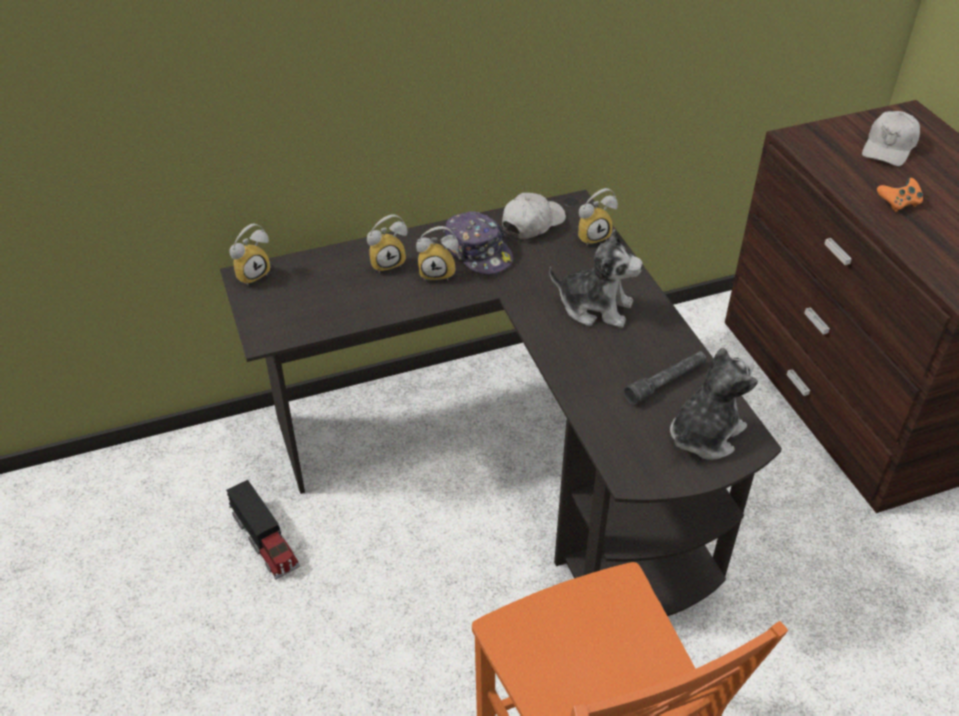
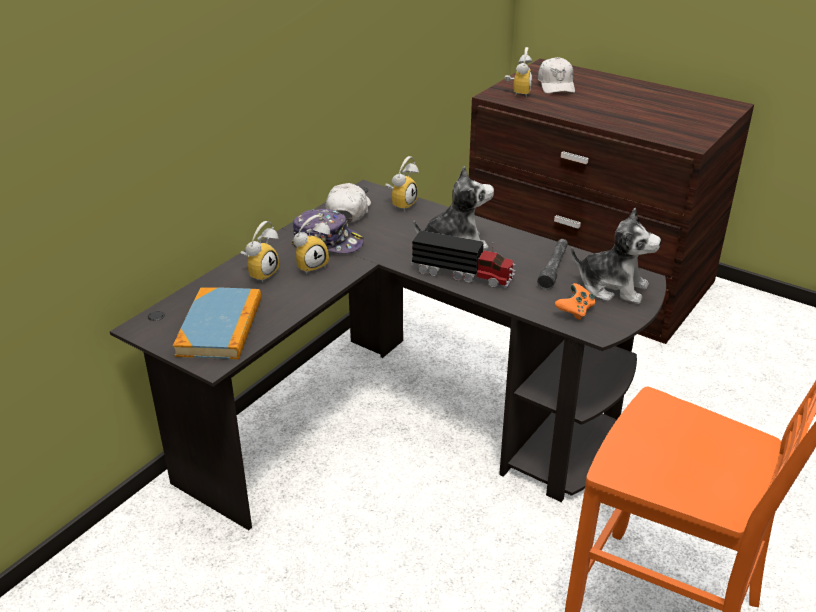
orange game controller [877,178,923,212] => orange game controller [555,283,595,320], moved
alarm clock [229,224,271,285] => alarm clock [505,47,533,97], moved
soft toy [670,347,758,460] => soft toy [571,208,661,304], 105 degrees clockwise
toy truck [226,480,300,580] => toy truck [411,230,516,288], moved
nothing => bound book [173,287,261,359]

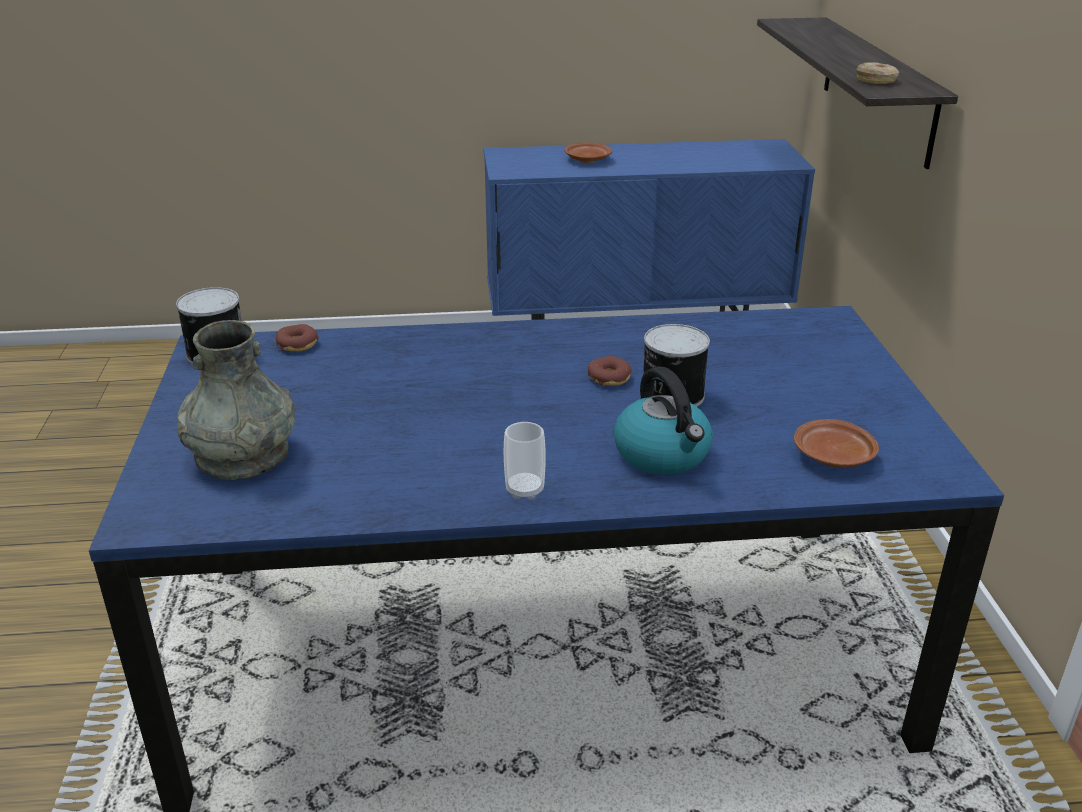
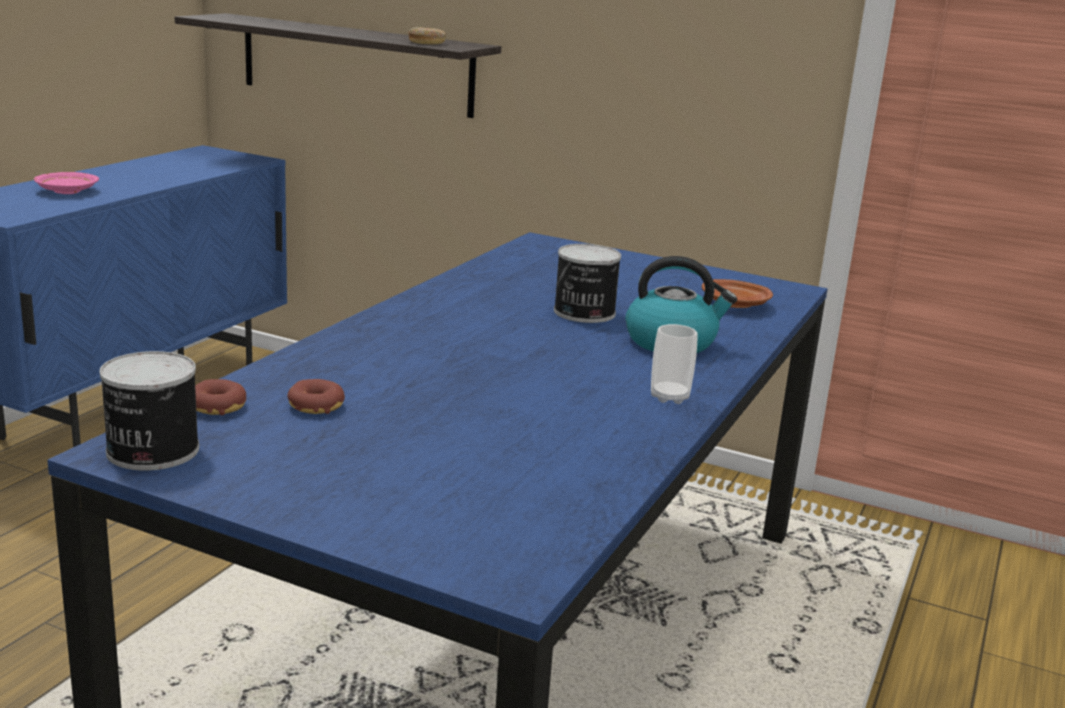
brownish flat dish [564,142,612,163] => pinkish flat dish [34,172,99,194]
gray vase [177,320,295,480] => nothing
ring doughnut [587,356,632,386] => ring doughnut [287,379,345,414], moved

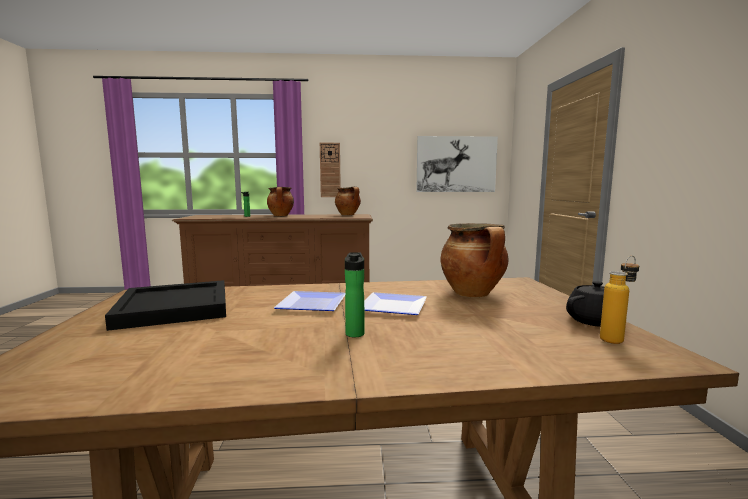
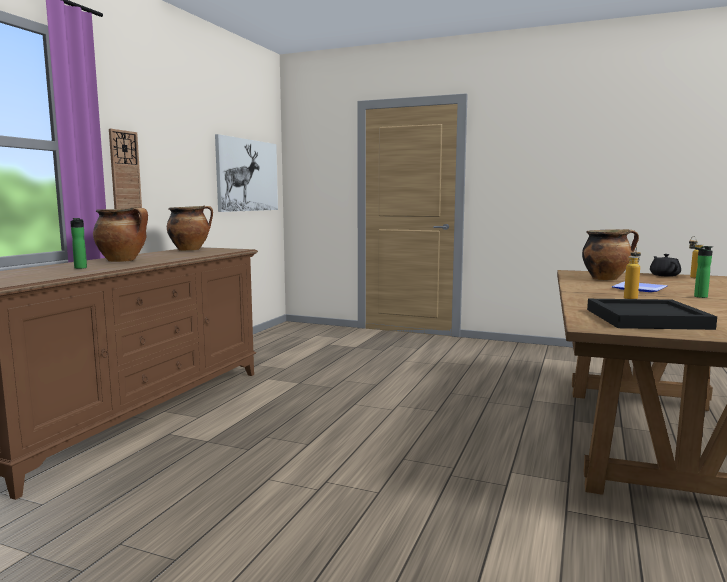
flat dish [274,291,345,311] => beverage bottle [624,246,641,299]

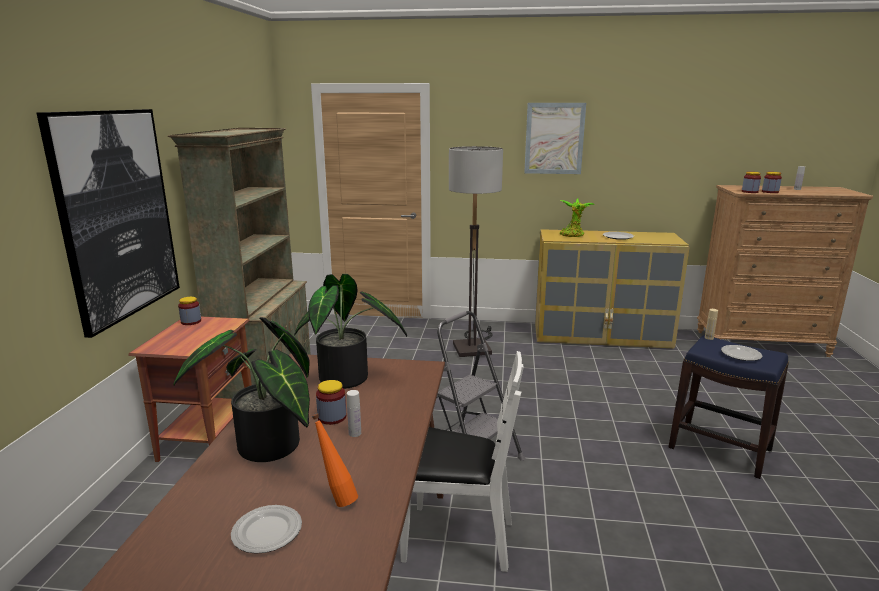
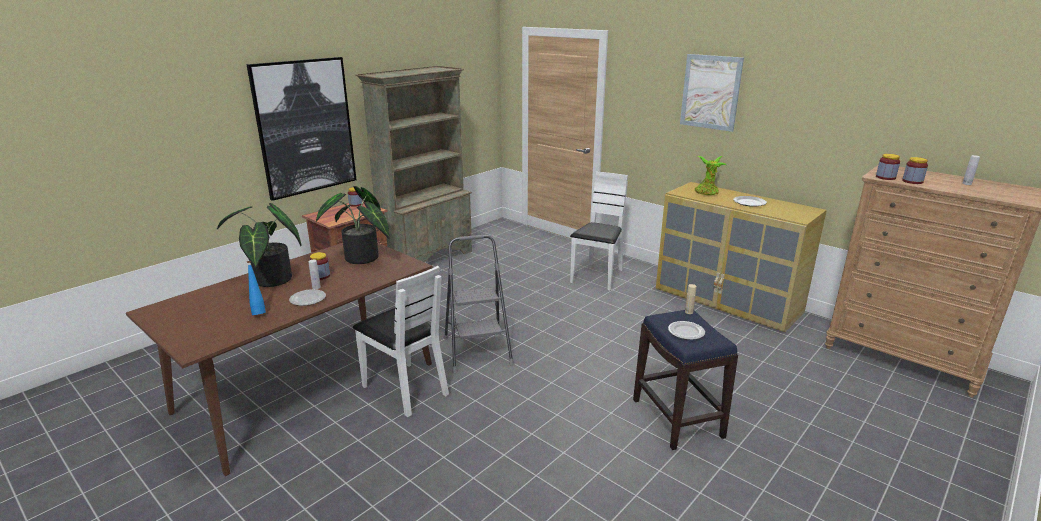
floor lamp [449,146,503,357] => white-coloured chair [570,171,628,291]
orange beverage bottle [312,413,358,507] => blue-coloured beverage bottle [247,261,266,315]
flat dish [231,505,302,554] => flat dish [289,289,326,306], moved

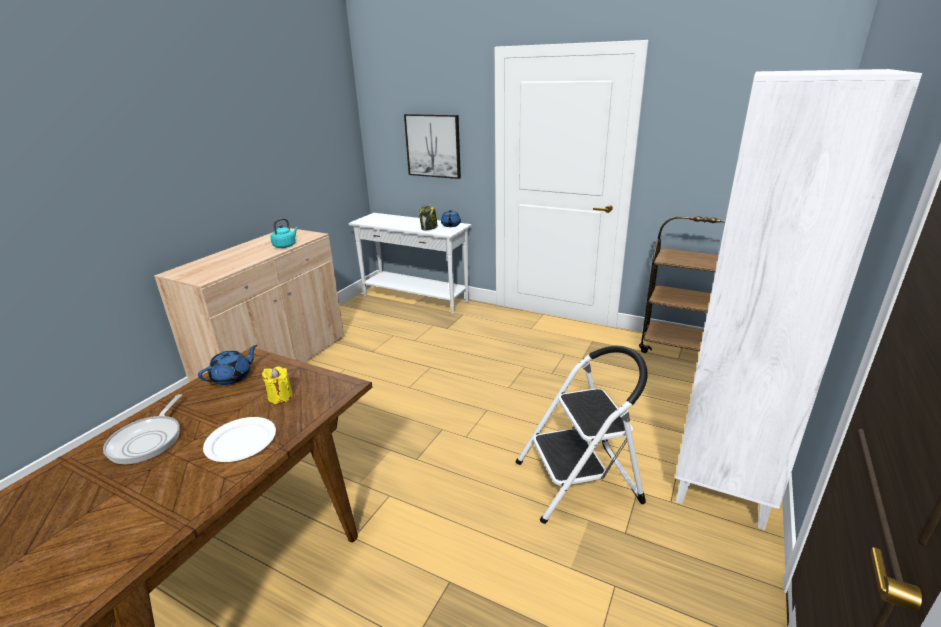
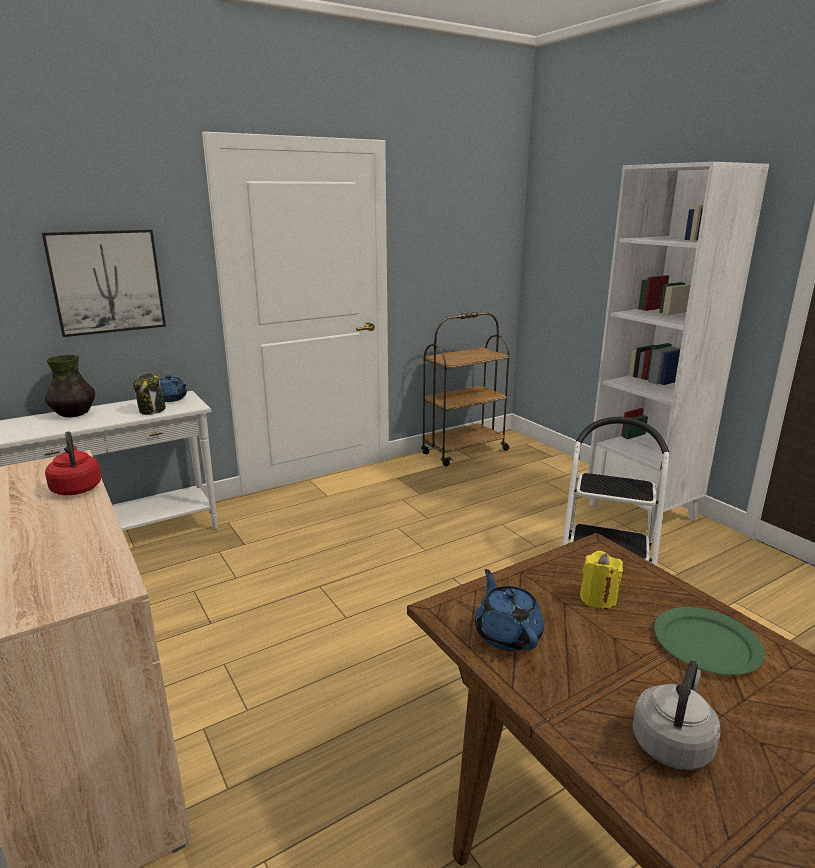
turquoise-coloured water kettle [270,218,298,248] => reddish water kettle [45,431,102,495]
frying pan [103,394,182,464] => gray water kettle [633,661,720,770]
white-coloured flat dish [203,417,276,462] => green flat dish [654,607,765,675]
nothing => vase [45,355,95,417]

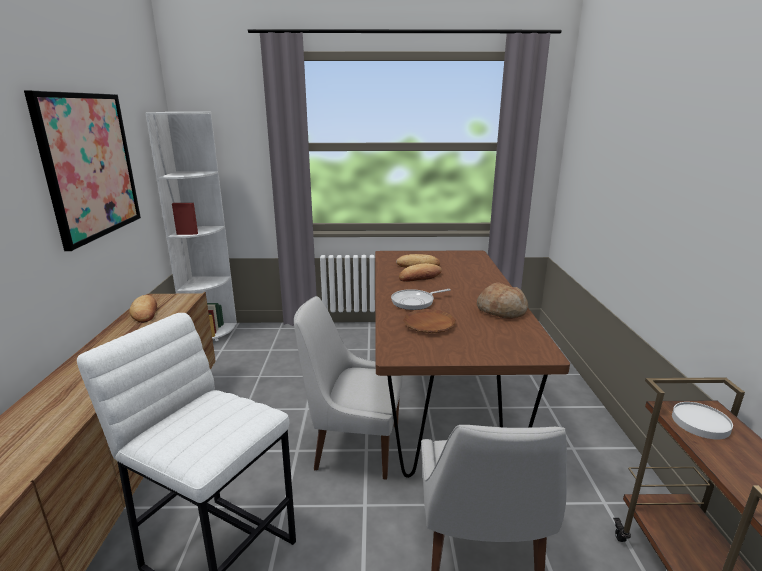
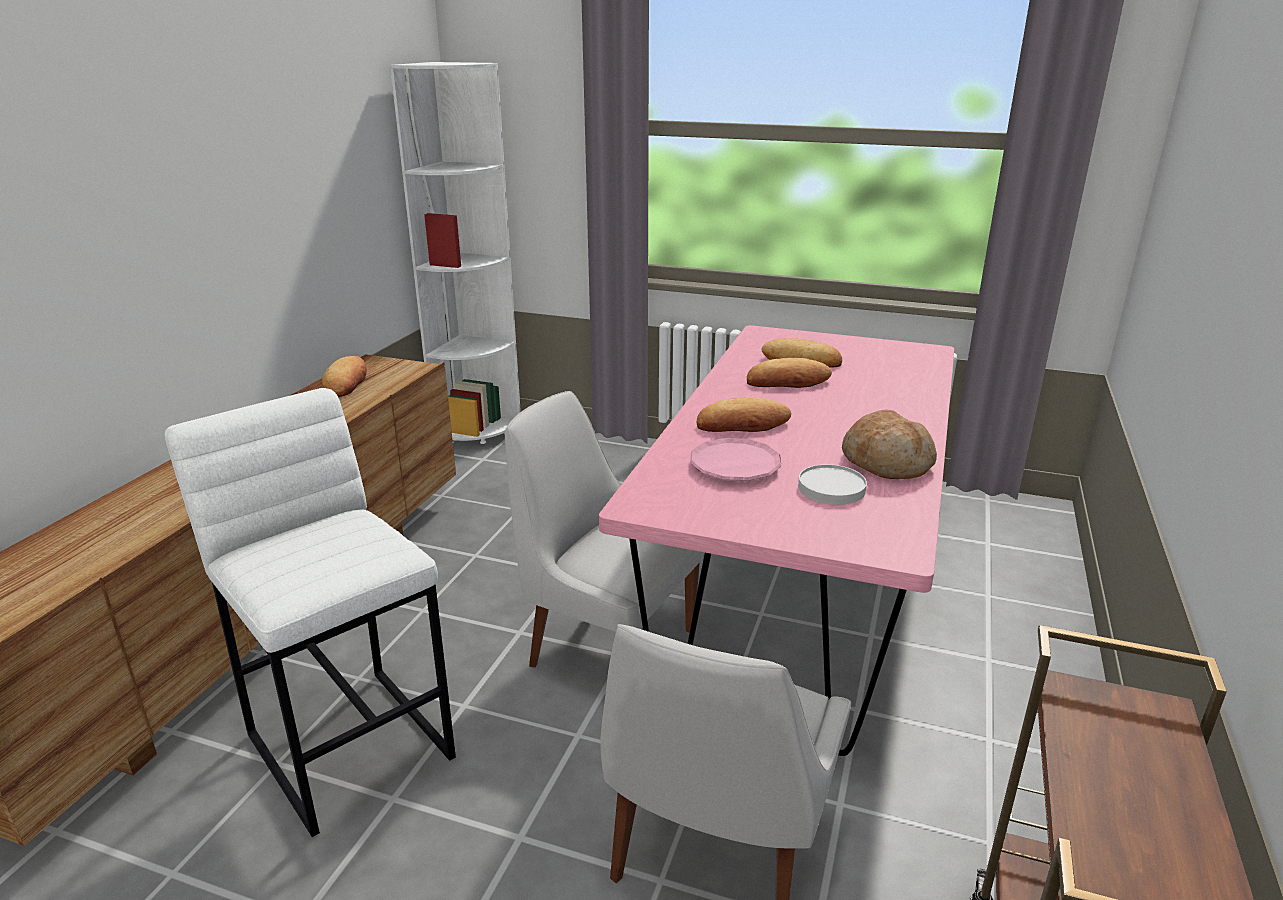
picture [24,91,141,251] => nothing
brownish dining table [375,251,570,478] => pinkish dining table [599,325,954,756]
frying pan [391,289,451,310] => bakery bread [697,397,792,432]
brownish flat dish [403,309,456,333] => pinkish flat dish [690,438,781,482]
white-coloured flat dish [672,402,733,439] => white-coloured flat dish [798,464,867,505], moved

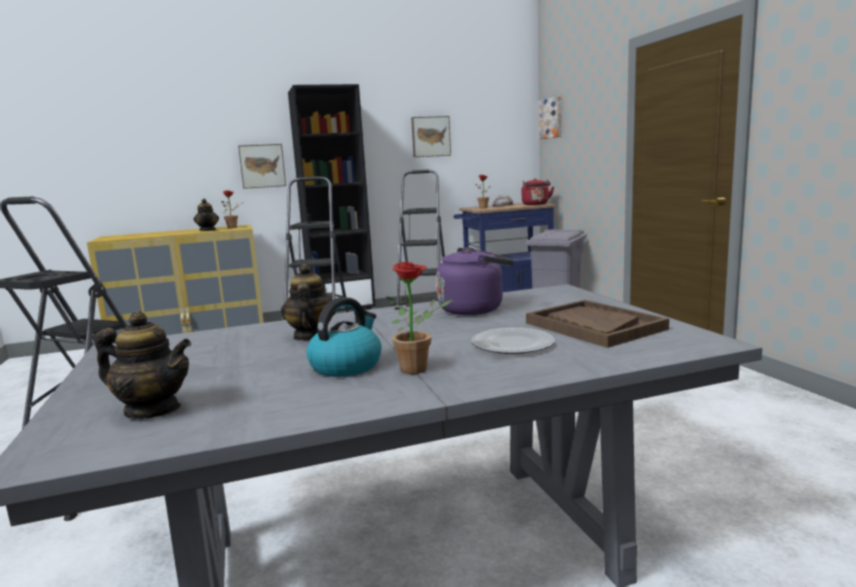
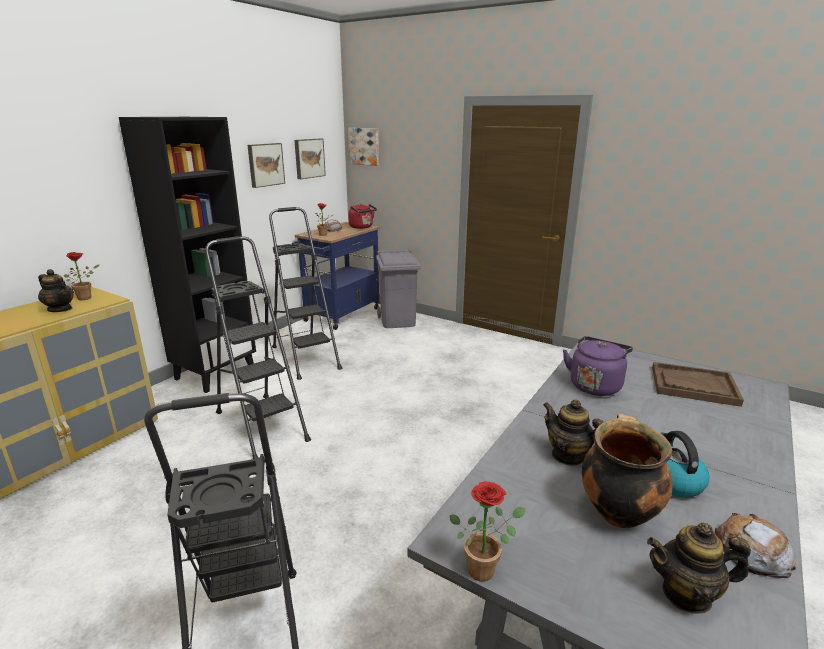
picture [238,144,286,189] => picture [294,139,326,179], moved
houseplant [386,262,453,374] => houseplant [449,482,526,582], moved
pot for tea [94,311,191,419] => pot for tea [647,523,751,614], 150 degrees counterclockwise
flat dish [471,328,555,354] => nothing
nothing => cooking pot [582,414,672,528]
nothing => bakery bread [715,513,796,578]

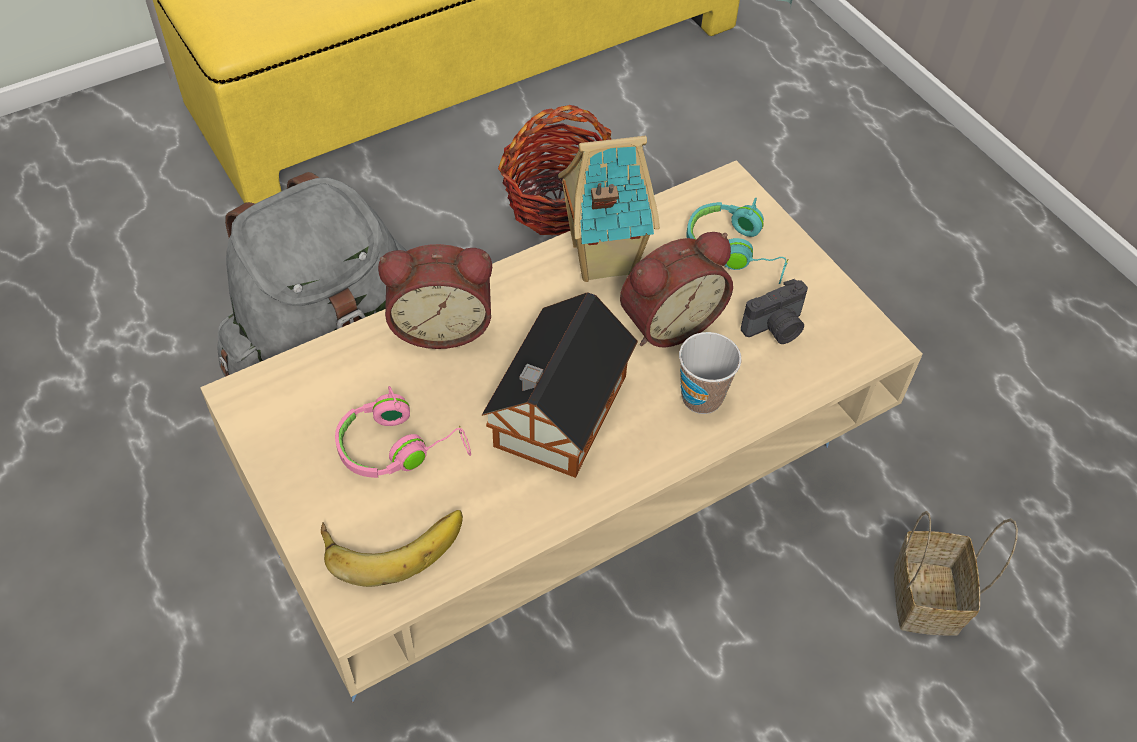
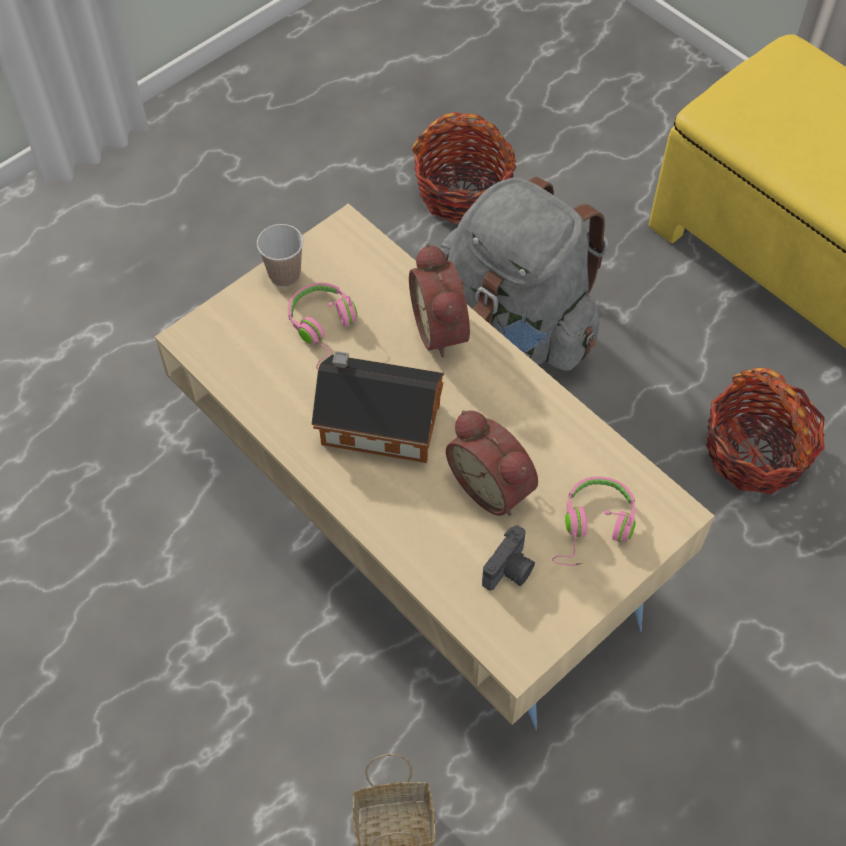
miniature house [558,136,660,282] => nothing
turquoise-coloured pair of headphones [686,198,788,284] => pinkish pair of headphones [552,477,636,566]
still camera [741,279,808,344] => still camera [482,525,535,591], 105 degrees counterclockwise
cup [679,332,741,414] => cup [257,224,303,287], moved
banana [321,510,463,587] => nothing
nothing => storage basket [412,112,516,224]

